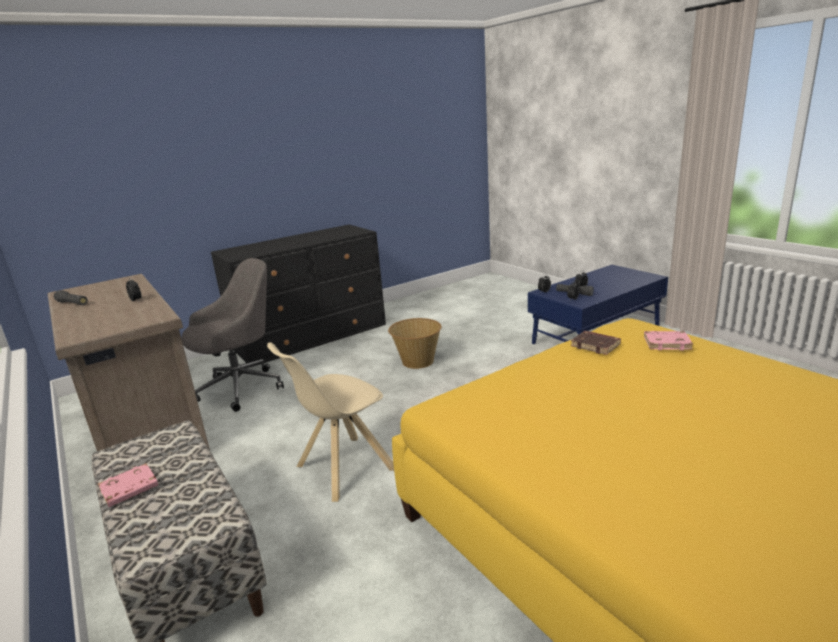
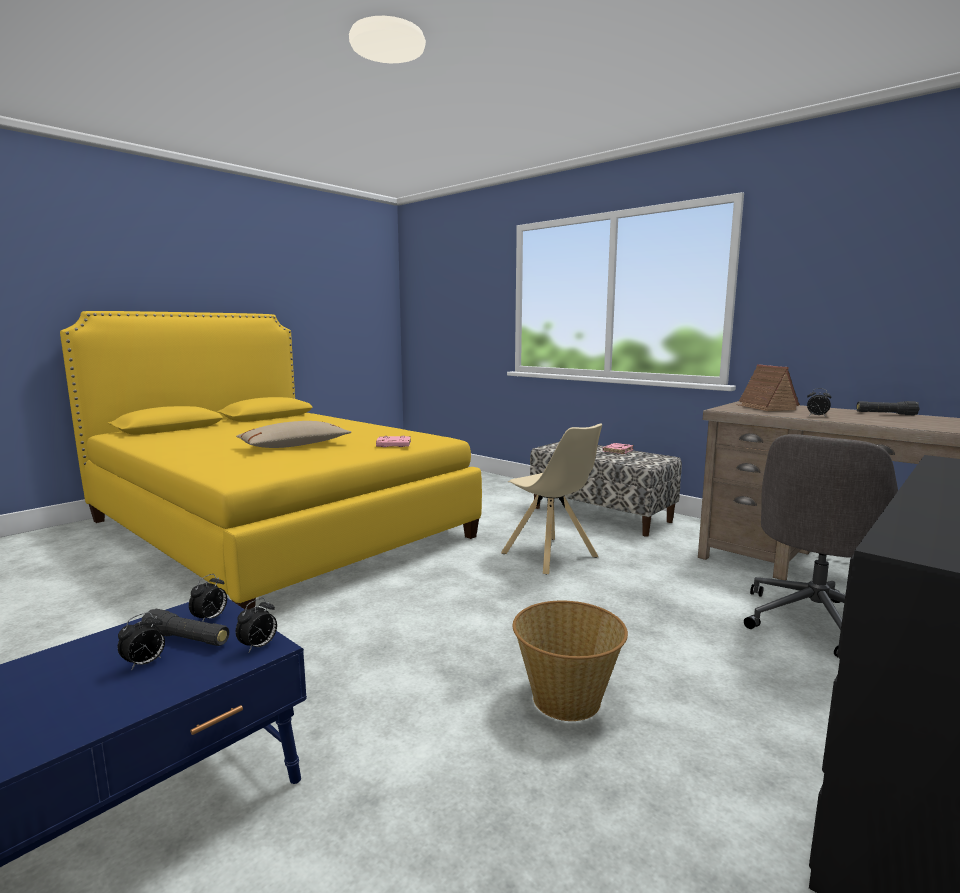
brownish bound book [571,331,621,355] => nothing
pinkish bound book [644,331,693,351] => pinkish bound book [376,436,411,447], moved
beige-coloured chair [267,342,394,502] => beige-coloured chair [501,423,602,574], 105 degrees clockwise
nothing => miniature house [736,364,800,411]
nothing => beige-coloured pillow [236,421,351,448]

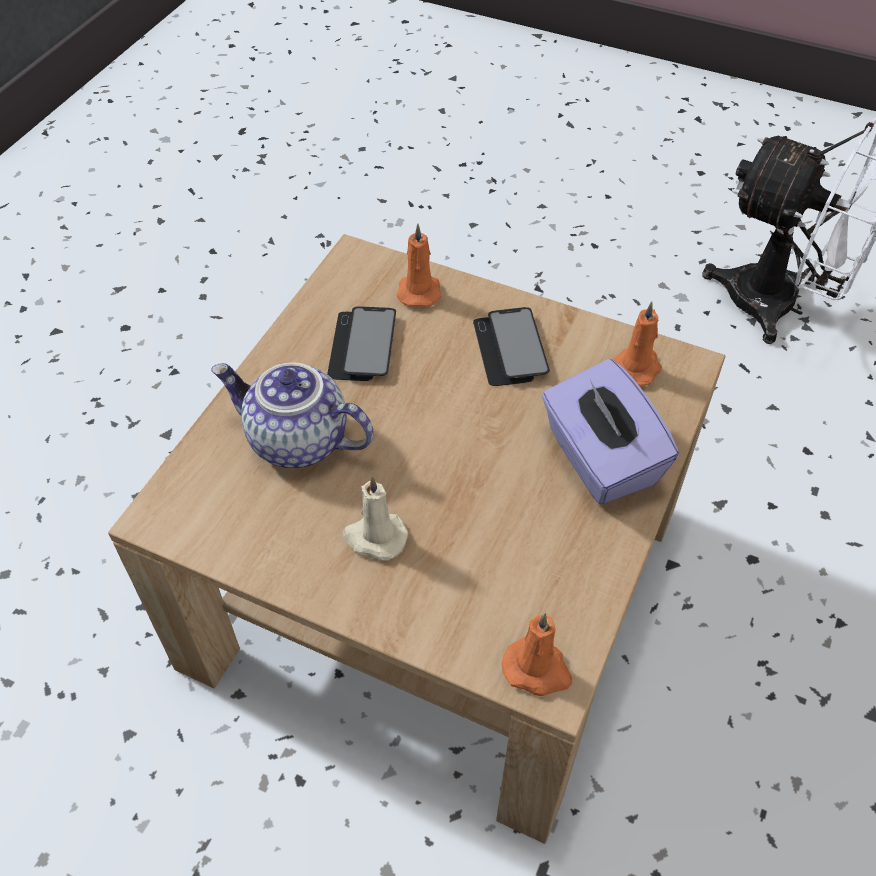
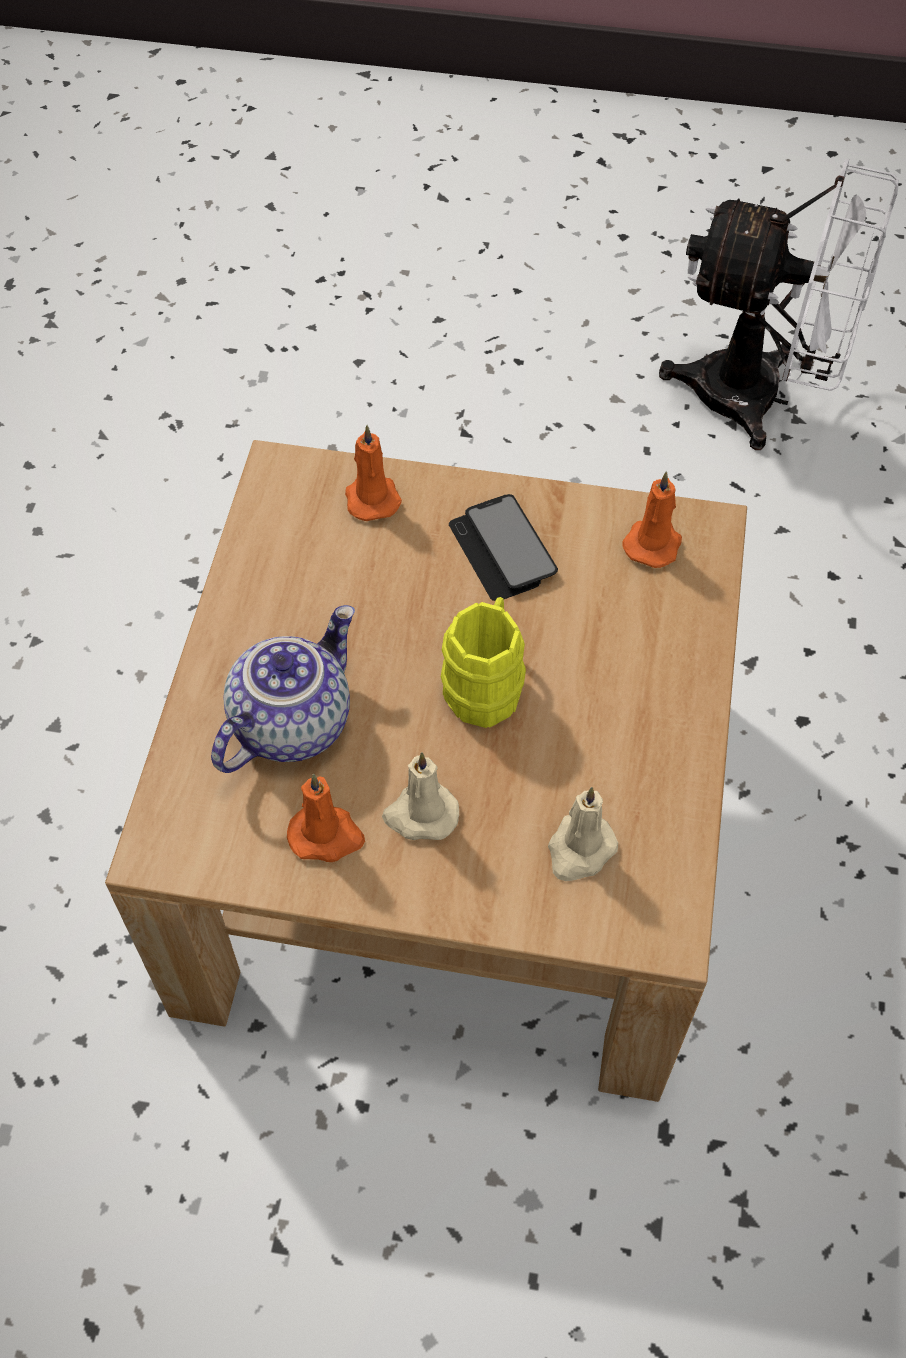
phone [327,306,396,381] => nothing
purple-coloured tissue holder [542,359,679,504] => nothing
pot for tea [211,363,373,468] => pot for tea [211,605,355,773], 120 degrees clockwise
orange candle [502,613,572,696] => orange candle [287,774,365,862], moved
nothing => yellowish tea mug [441,597,526,728]
nothing => beige-coloured candle [548,787,618,881]

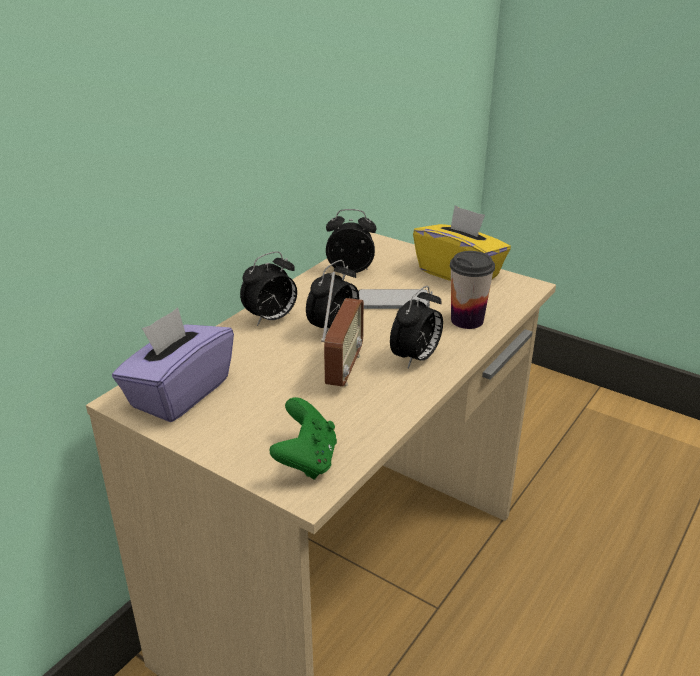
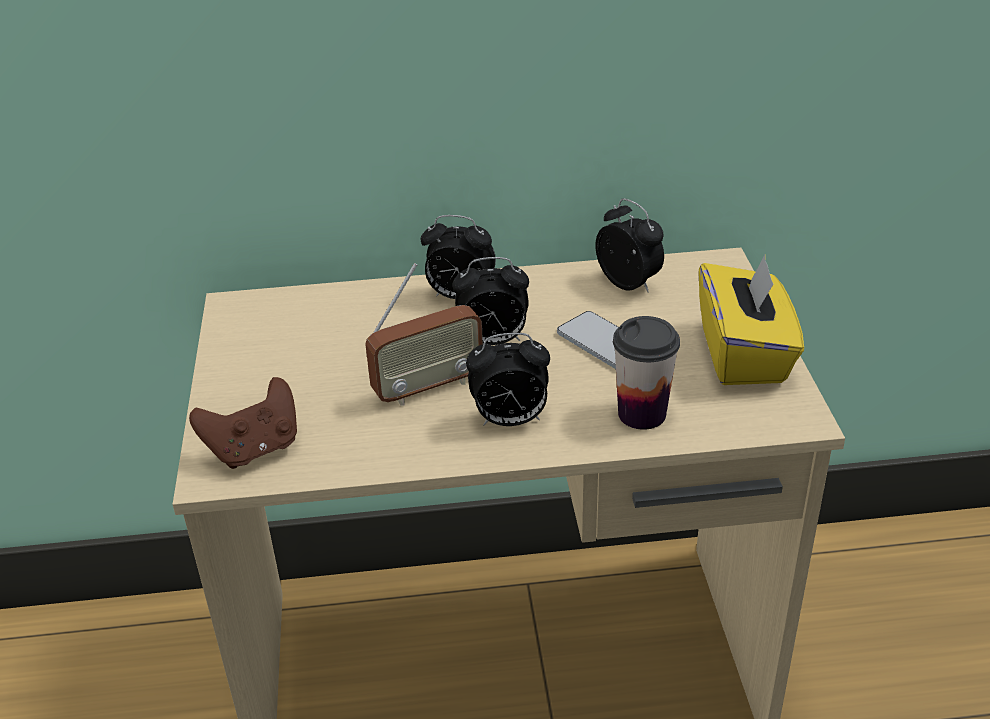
purple-coloured tissue holder [112,307,234,422] => nothing
green game controller [269,397,337,480] => brownish game controller [189,377,297,469]

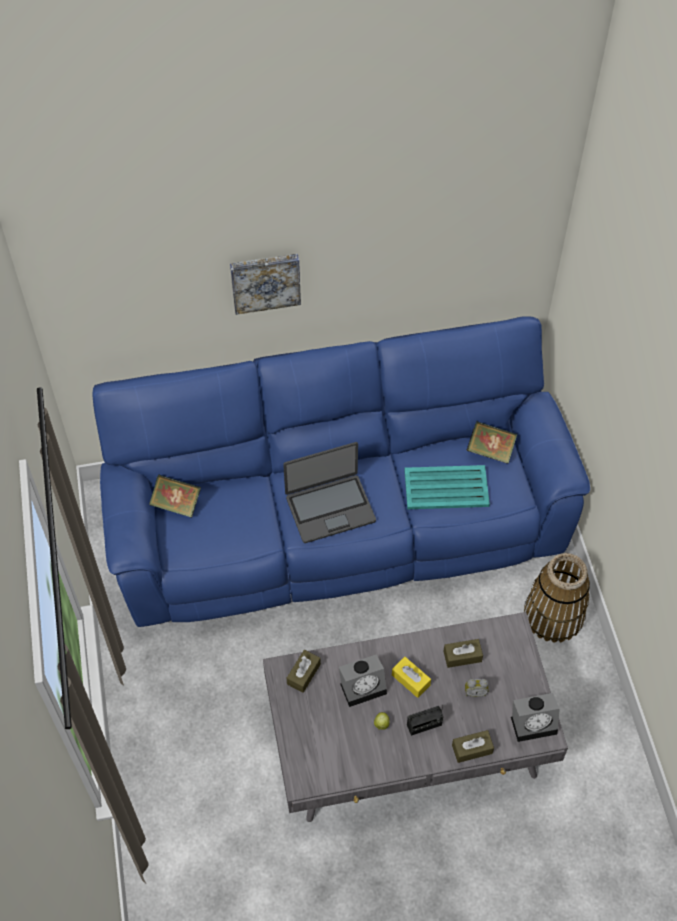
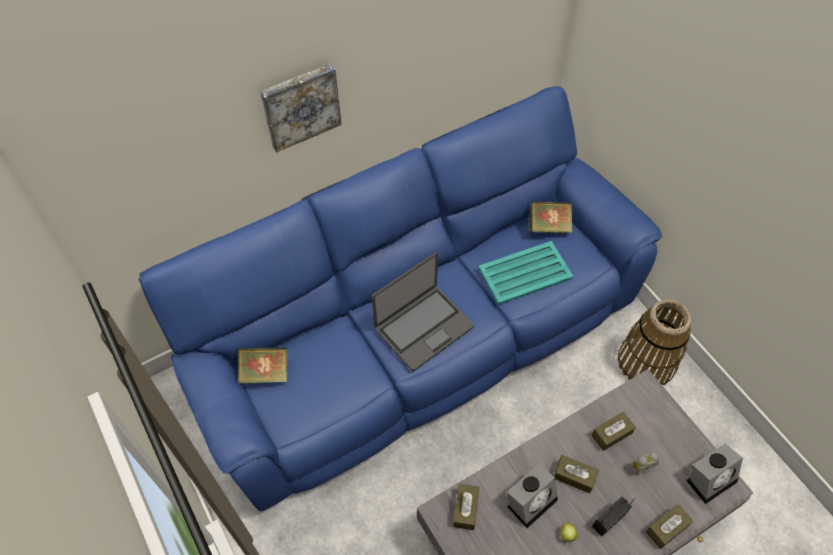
yellowish tissue holder [392,657,431,698] => brownish tissue holder [554,455,599,493]

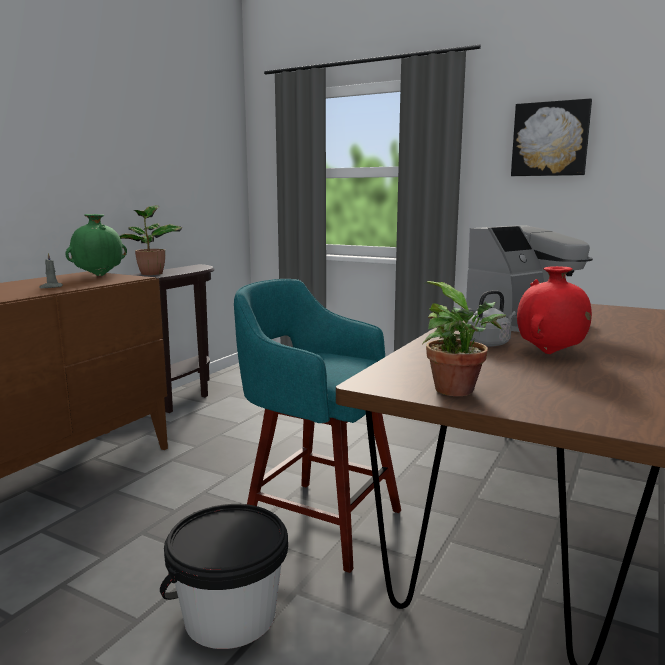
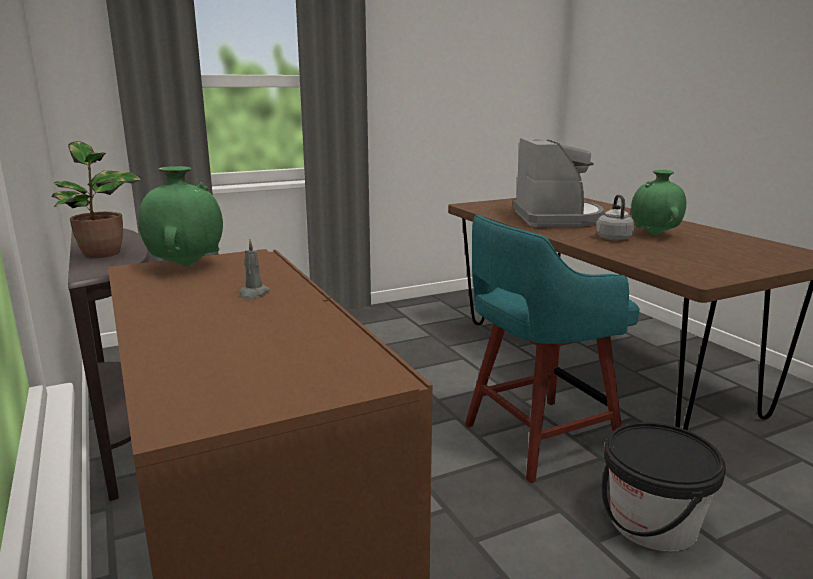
picture [511,98,592,176] => nothing
reddish vase [517,266,592,354] => green vase [631,170,686,235]
houseplant [422,281,506,396] => nothing

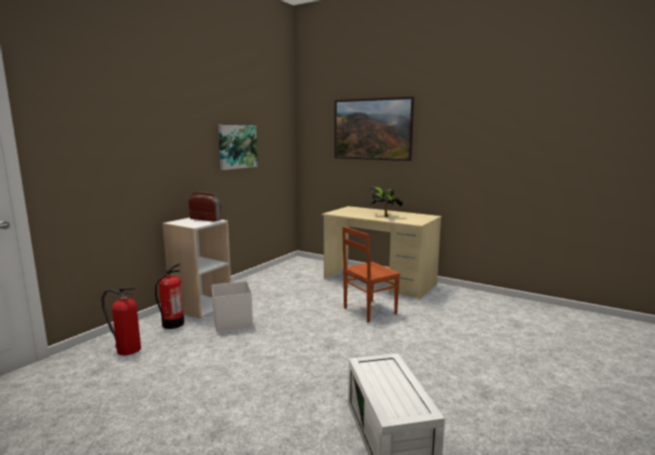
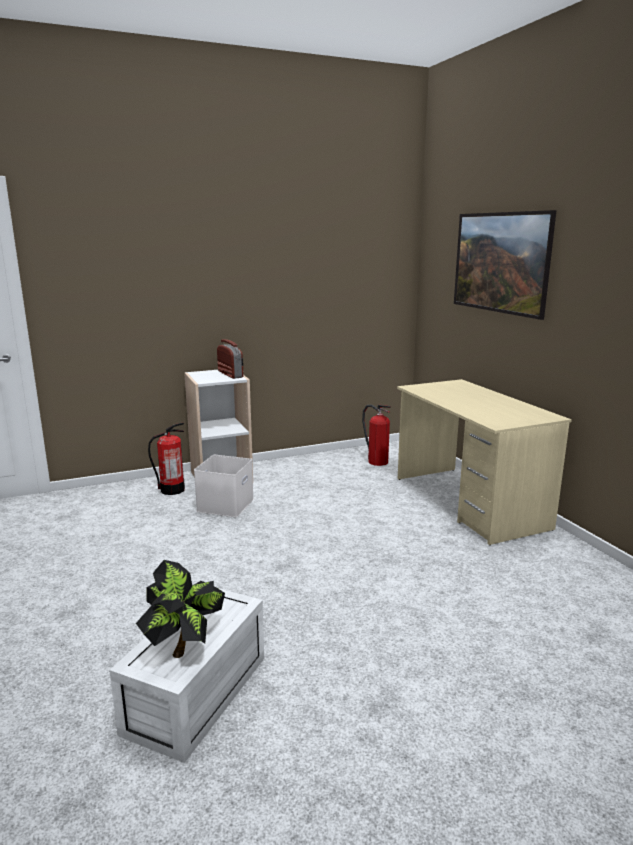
picture [218,125,258,170] => nothing
houseplant [369,186,403,217] => houseplant [136,560,225,658], moved
brownish chair [342,226,400,323] => nothing
fire-fighting cylinder [101,287,141,355] => fire-fighting cylinder [362,404,391,466], moved

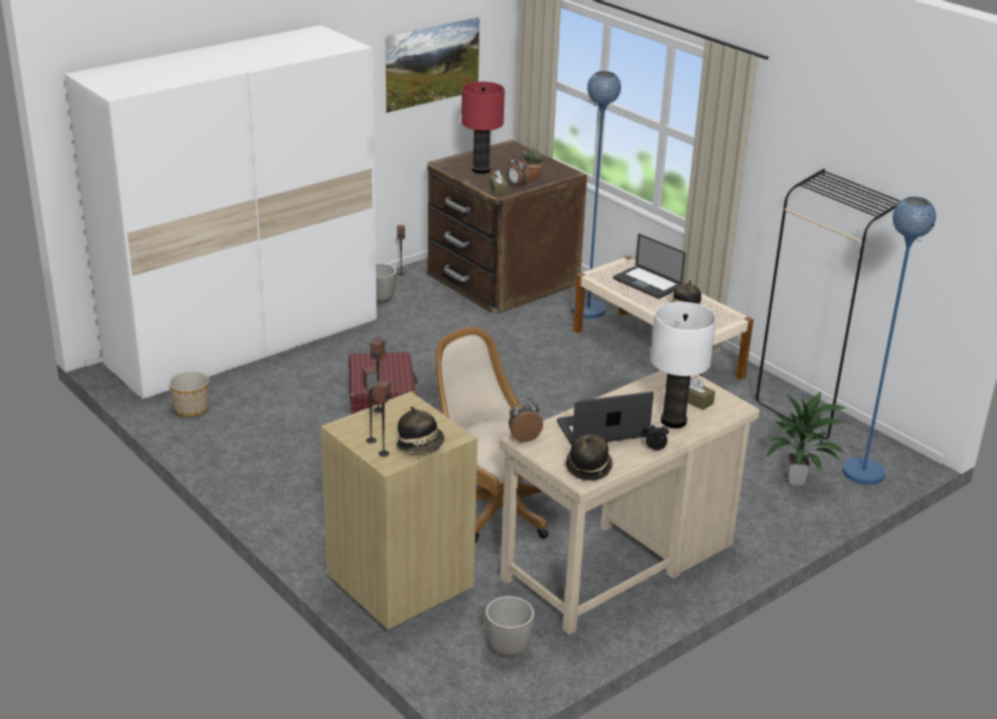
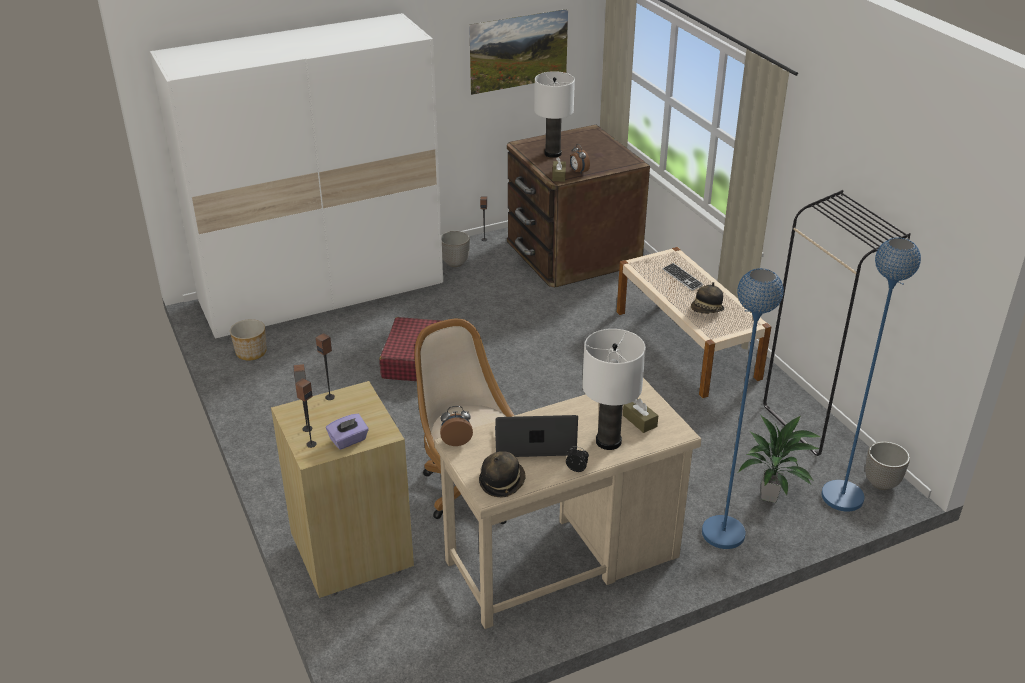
blue-coloured floor lamp [571,71,621,319] => blue-coloured floor lamp [702,268,784,549], moved
reddish table lamp [461,82,505,174] => white-coloured table lamp [534,71,575,158]
houseplant [520,137,545,178] => nothing
notebook computer [613,234,686,299] => PC keyboard [662,263,703,291]
hat [397,406,444,454] => purple-coloured tissue holder [326,414,369,450]
planter [485,596,535,657] => planter [865,441,910,490], moved

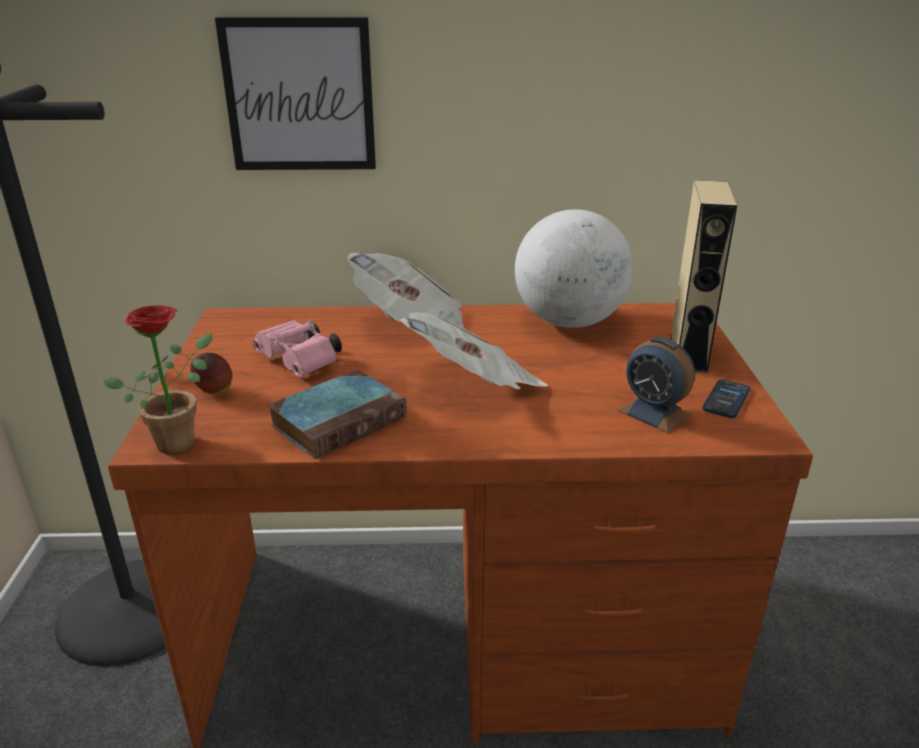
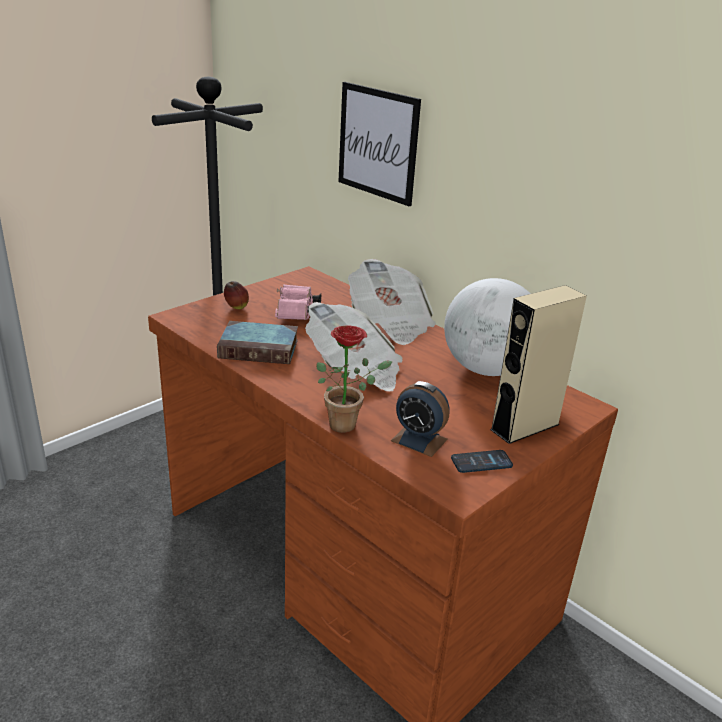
houseplant [103,305,212,454] => houseplant [316,326,392,433], moved
alarm clock [618,336,695,433] => alarm clock [391,381,450,457], 60 degrees counterclockwise

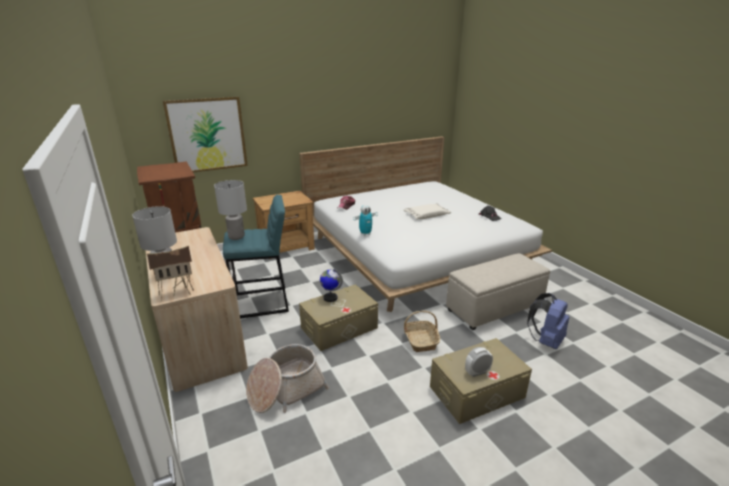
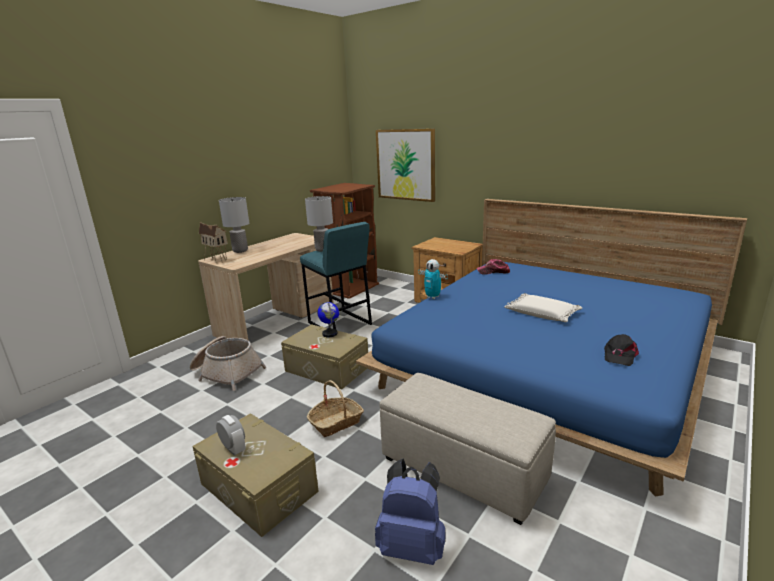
white-coloured bed [299,136,552,312] => blue-coloured bed [356,199,747,497]

